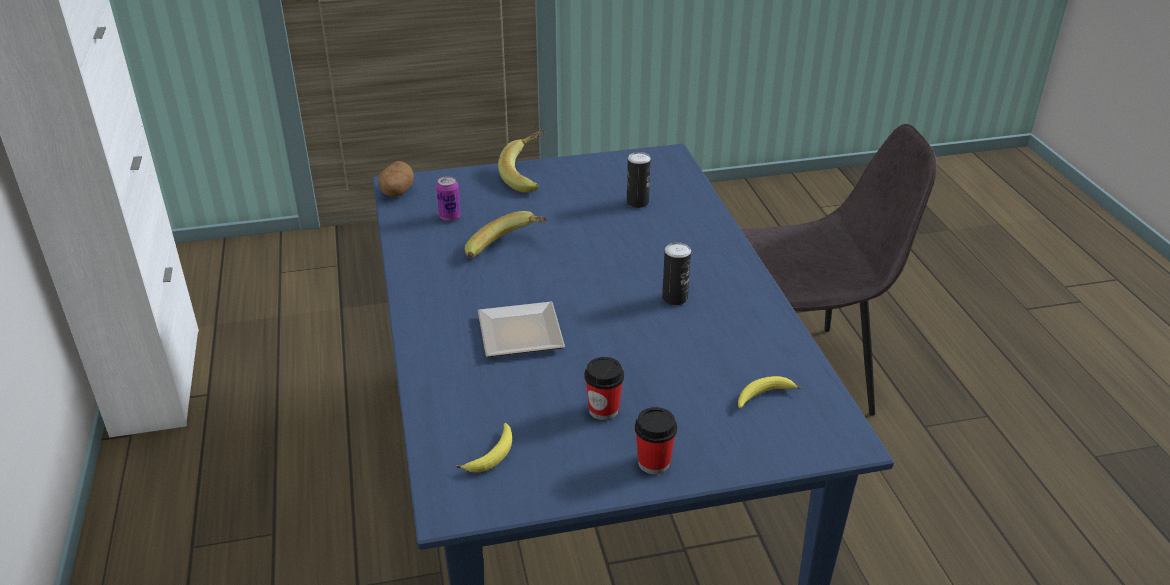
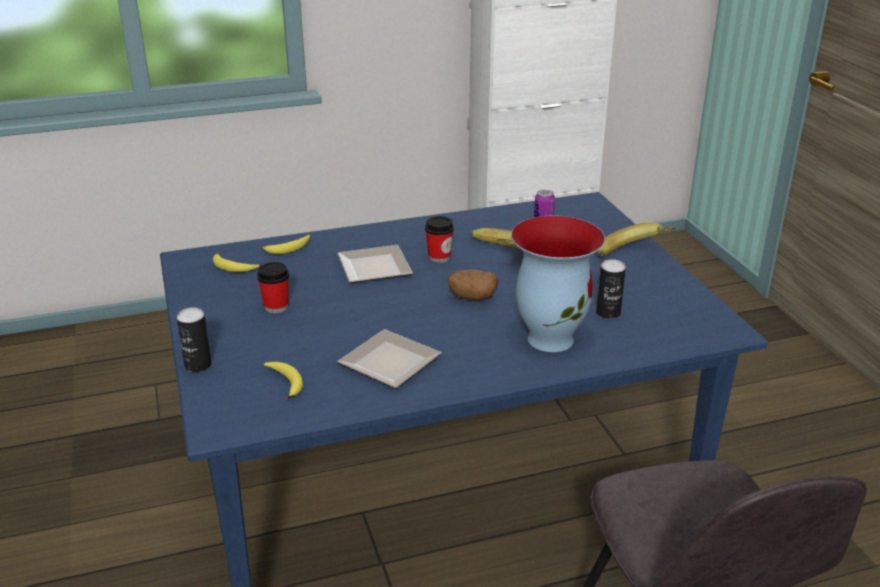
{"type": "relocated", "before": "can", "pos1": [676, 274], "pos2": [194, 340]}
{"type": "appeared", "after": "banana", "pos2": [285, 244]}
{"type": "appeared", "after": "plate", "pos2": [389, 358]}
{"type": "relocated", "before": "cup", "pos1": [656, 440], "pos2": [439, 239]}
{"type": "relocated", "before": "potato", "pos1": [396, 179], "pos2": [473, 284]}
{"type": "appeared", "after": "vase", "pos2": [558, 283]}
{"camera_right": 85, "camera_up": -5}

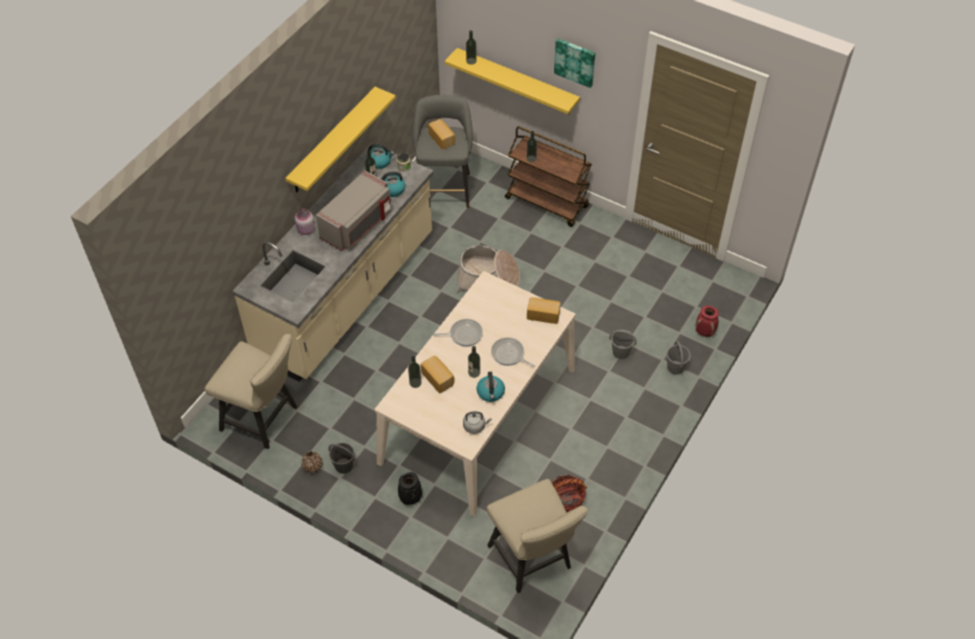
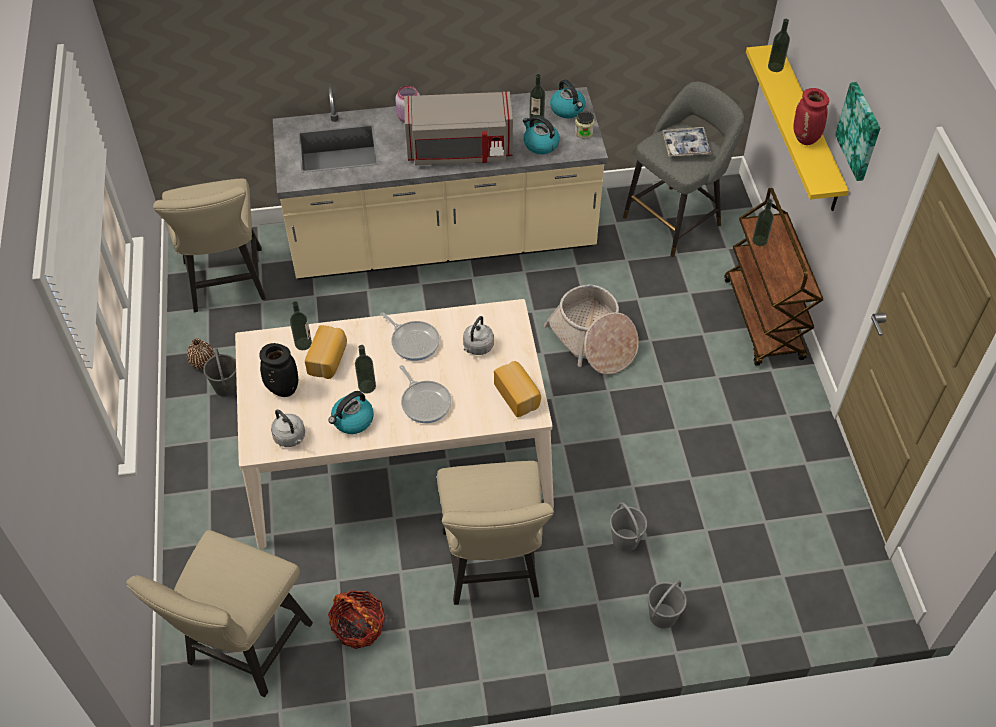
{"type": "relocated", "before": "black vase", "pos1": [410, 488], "pos2": [278, 370]}
{"type": "spun", "before": "frying pan", "pos1": [513, 352], "pos2": [425, 394], "turn": 150}
{"type": "appeared", "after": "beige chair", "pos2": [495, 533]}
{"type": "appeared", "after": "grey kettle", "pos2": [478, 335]}
{"type": "exchanged", "before": "bread", "after": "tray", "pos1": [441, 134], "pos2": [686, 142]}
{"type": "relocated", "before": "red vase", "pos1": [707, 321], "pos2": [811, 116]}
{"type": "missing", "before": "yellow shelf", "pos1": [340, 139]}
{"camera_right": 50, "camera_up": 0}

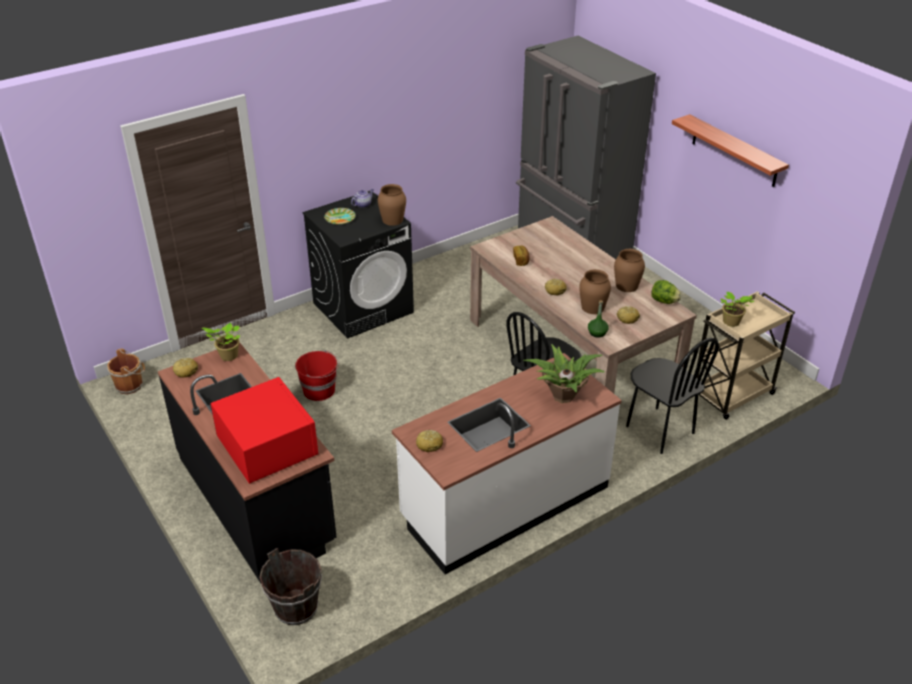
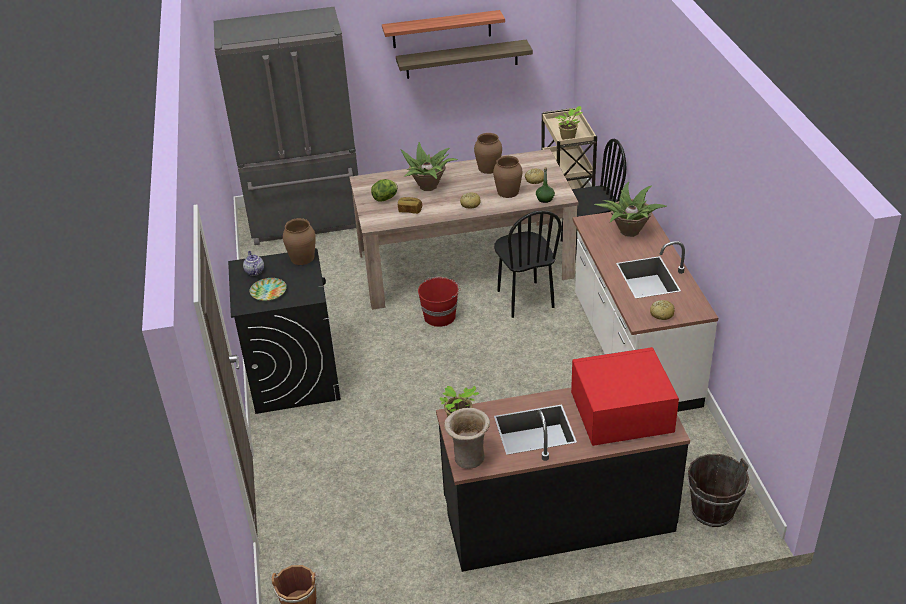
{"type": "relocated", "before": "lettuce", "pos1": [666, 292], "pos2": [384, 190]}
{"type": "appeared", "after": "shelf", "pos2": [464, 59]}
{"type": "appeared", "after": "potted plant", "pos2": [429, 166]}
{"type": "relocated", "before": "red bucket", "pos1": [317, 375], "pos2": [439, 302]}
{"type": "exchanged", "before": "bread", "after": "beige vase", "pos1": [185, 368], "pos2": [467, 438]}
{"camera_right": -65, "camera_up": 0}

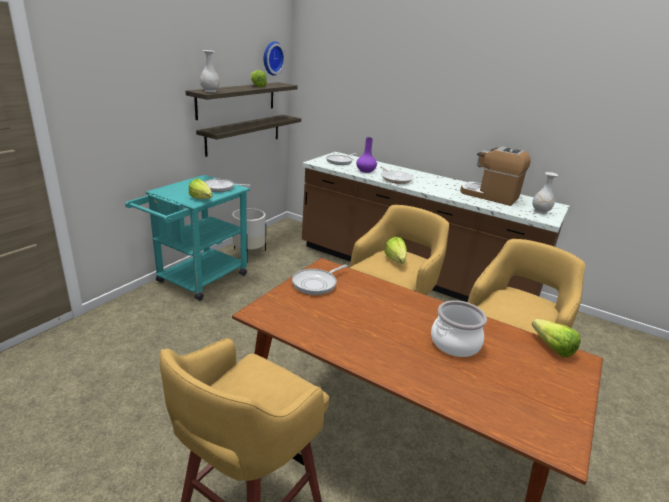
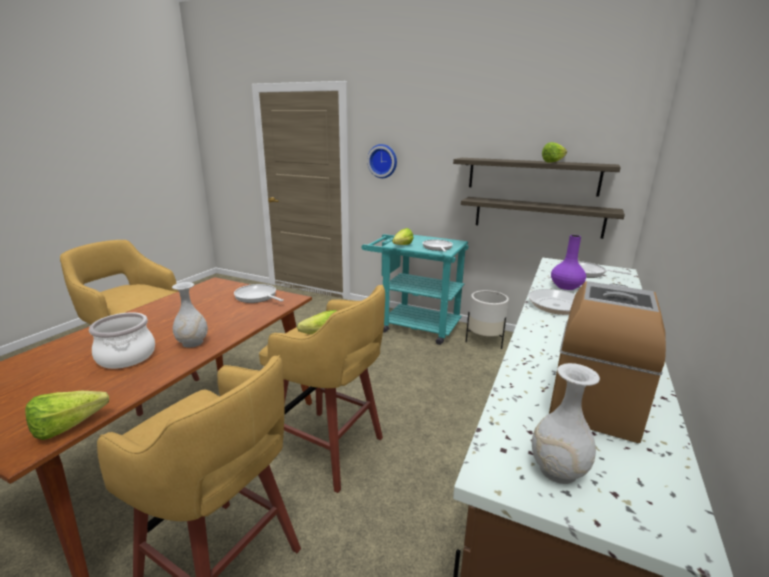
{"type": "relocated", "before": "white vase", "pos1": [210, 71], "pos2": [190, 315]}
{"type": "relocated", "before": "wall clock", "pos1": [274, 58], "pos2": [382, 161]}
{"camera_right": 85, "camera_up": -5}

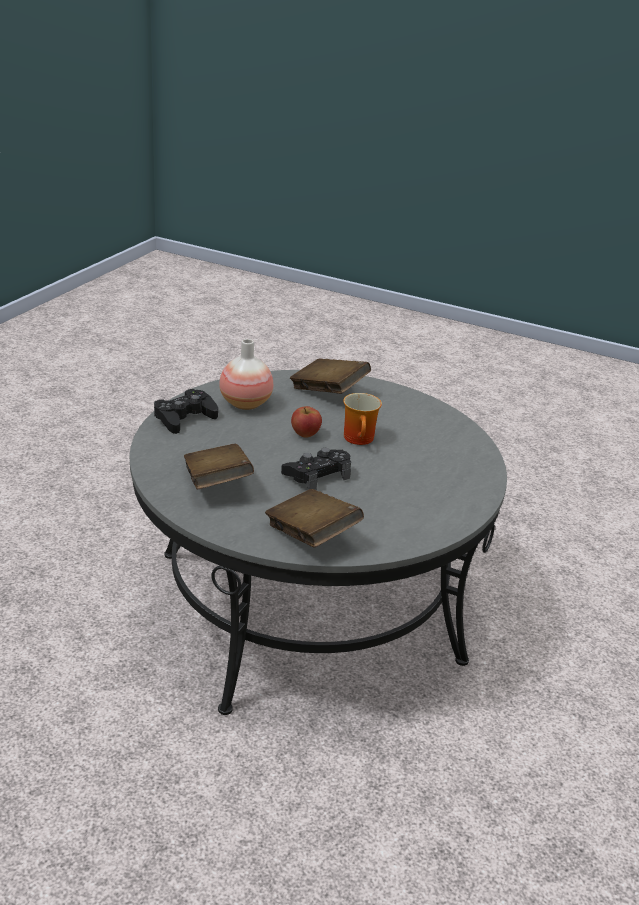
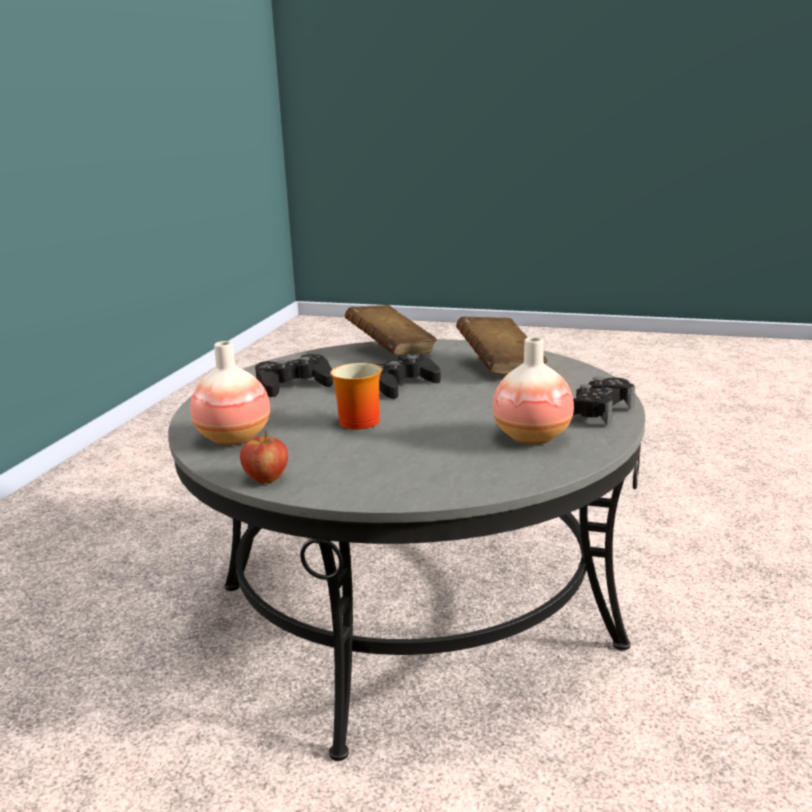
{"type": "appeared", "after": "vase", "pos2": [230, 393]}
{"type": "relocated", "before": "apple", "pos1": [306, 422], "pos2": [264, 457]}
{"type": "appeared", "after": "black game controller", "pos2": [294, 375]}
{"type": "missing", "before": "brown book", "pos1": [330, 376]}
{"camera_right": 175, "camera_up": -10}

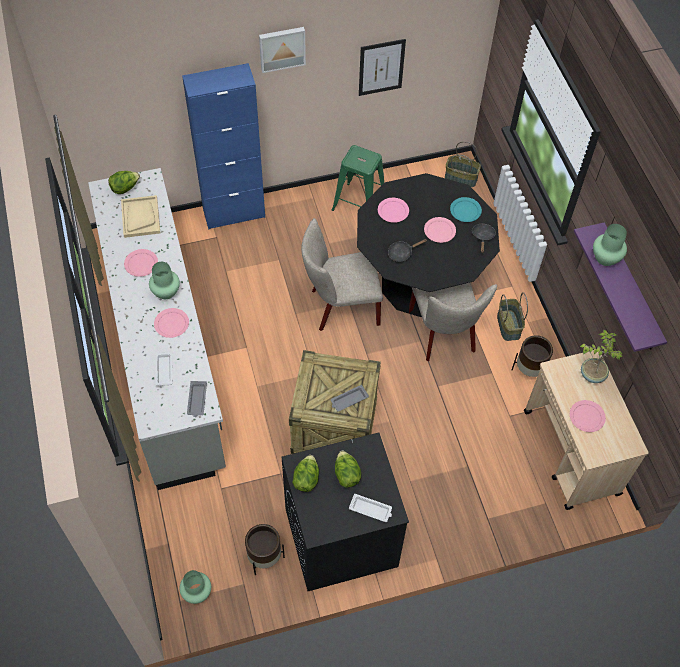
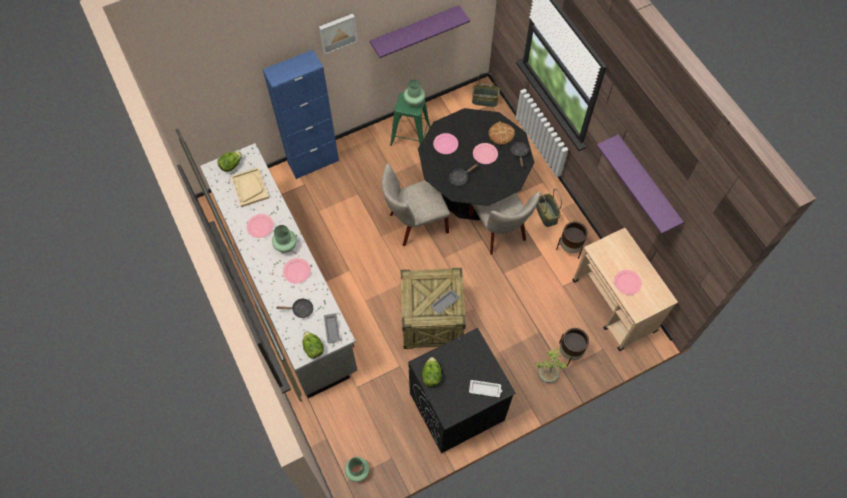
{"type": "exchanged", "before": "white tray", "after": "black frying pan", "pos1": [164, 369], "pos2": [295, 308]}
{"type": "relocated", "before": "lettuce", "pos1": [348, 469], "pos2": [313, 345]}
{"type": "exchanged", "before": "picture", "after": "purple shelf", "pos1": [382, 67], "pos2": [420, 31]}
{"type": "relocated", "before": "green vase", "pos1": [610, 245], "pos2": [414, 93]}
{"type": "exchanged", "before": "turquoise plate", "after": "bread", "pos1": [466, 209], "pos2": [501, 133]}
{"type": "relocated", "before": "potted plant", "pos1": [601, 356], "pos2": [551, 366]}
{"type": "relocated", "before": "brown planter", "pos1": [265, 549], "pos2": [574, 347]}
{"camera_right": -10, "camera_up": 5}

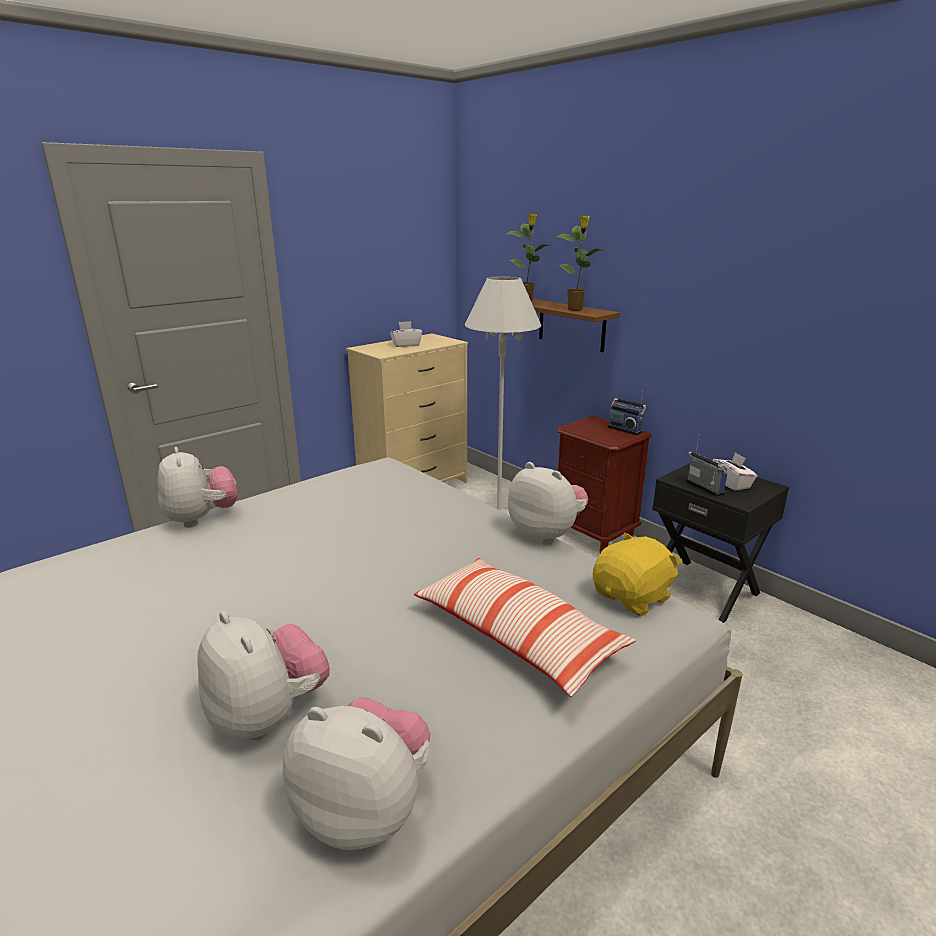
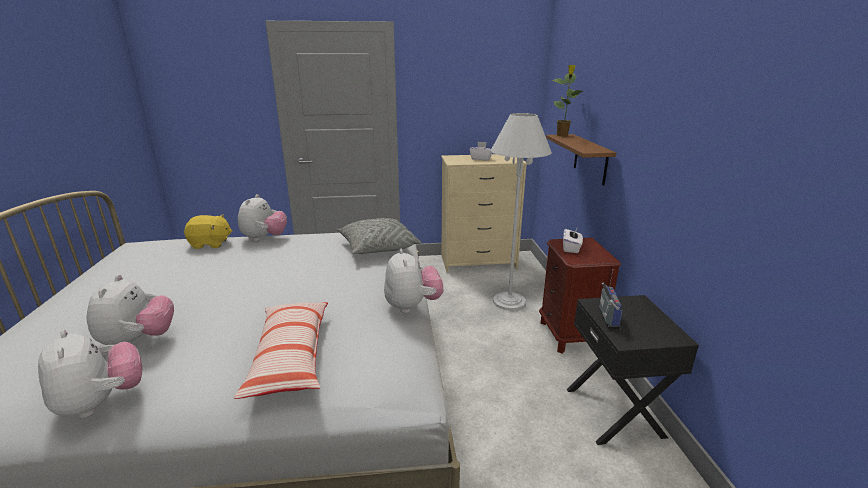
{"type": "relocated", "before": "yellow plush toy", "pos1": [638, 574], "pos2": [208, 231]}
{"type": "appeared", "after": "grey pillow", "pos2": [379, 236]}
{"type": "relocated", "before": "white tissue box", "pos1": [735, 471], "pos2": [573, 241]}
{"type": "missing", "before": "potted plant", "pos1": [579, 263]}
{"type": "missing", "before": "radio", "pos1": [627, 413]}
{"camera_right": 35, "camera_up": 0}

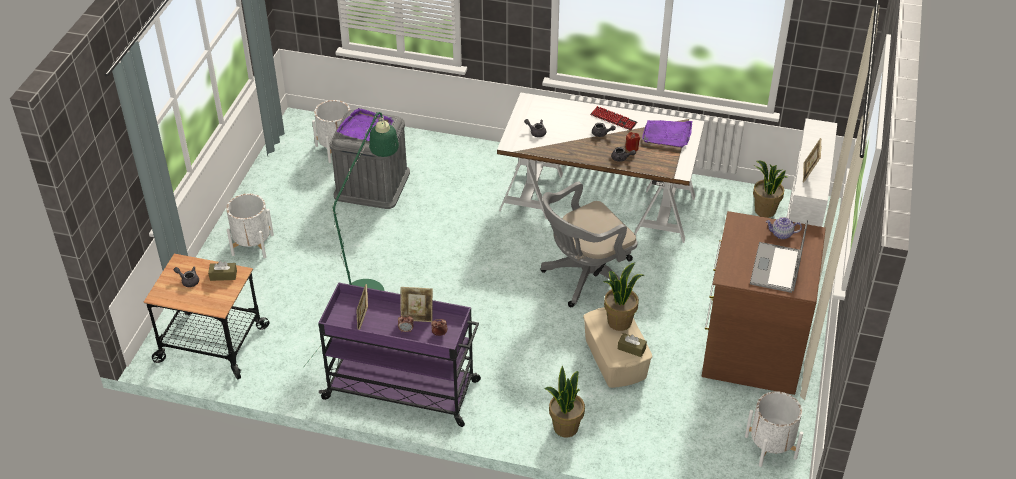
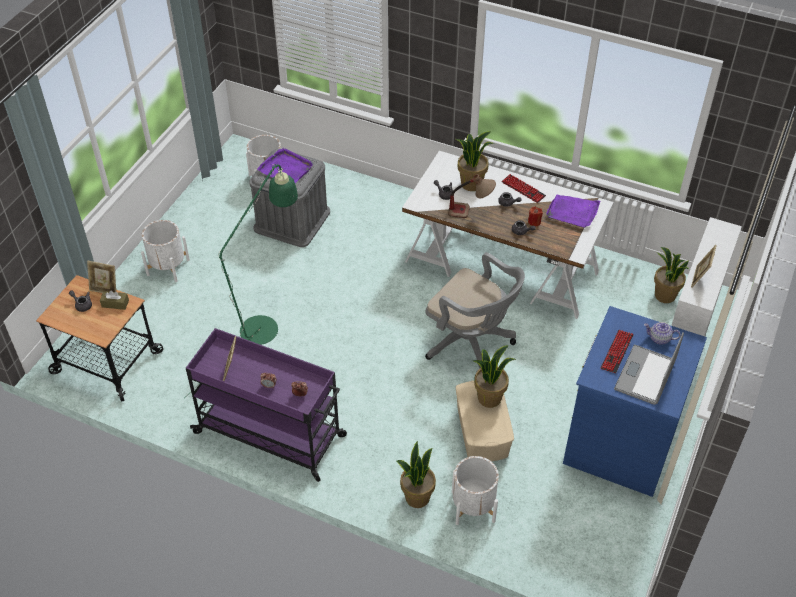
{"type": "relocated", "before": "picture frame", "pos1": [416, 304], "pos2": [101, 277]}
{"type": "spun", "before": "grey office chair", "pos1": [588, 244], "pos2": [475, 310], "turn": -120}
{"type": "appeared", "after": "table lamp", "pos2": [472, 196]}
{"type": "relocated", "before": "white planter", "pos1": [774, 429], "pos2": [475, 490]}
{"type": "appeared", "after": "potted plant", "pos2": [475, 161]}
{"type": "colour", "before": "brown dresser", "after": "blue dresser", "pos1": [763, 303], "pos2": [635, 401]}
{"type": "appeared", "after": "keyboard", "pos2": [617, 351]}
{"type": "missing", "before": "brown tissue box", "pos1": [632, 345]}
{"camera_right": 10, "camera_up": 5}

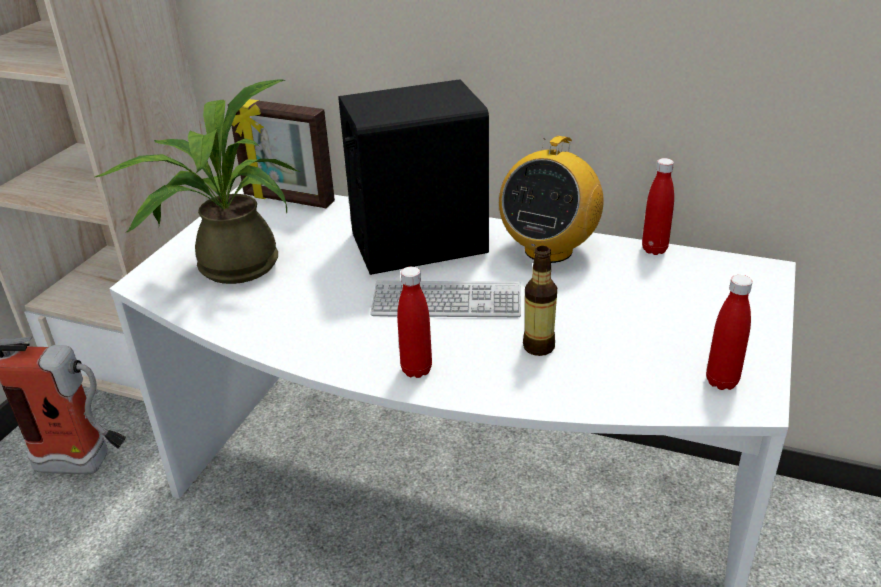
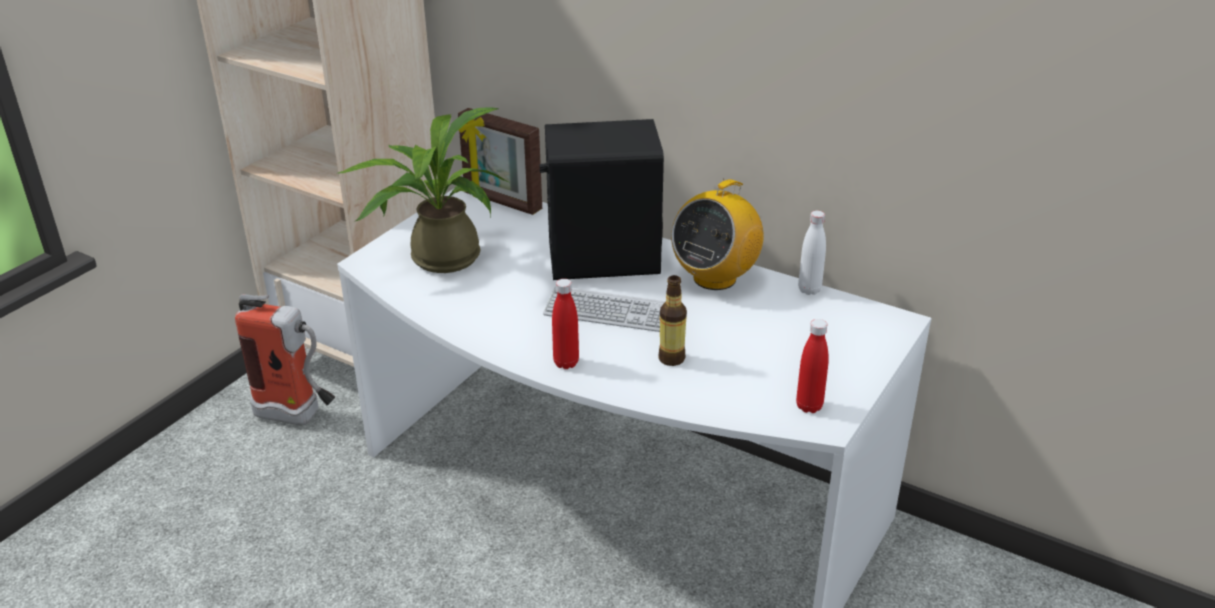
{"type": "colour", "before": "red bottle", "after": "white bottle", "pos1": [658, 206], "pos2": [812, 253]}
{"camera_right": 10, "camera_up": 0}

